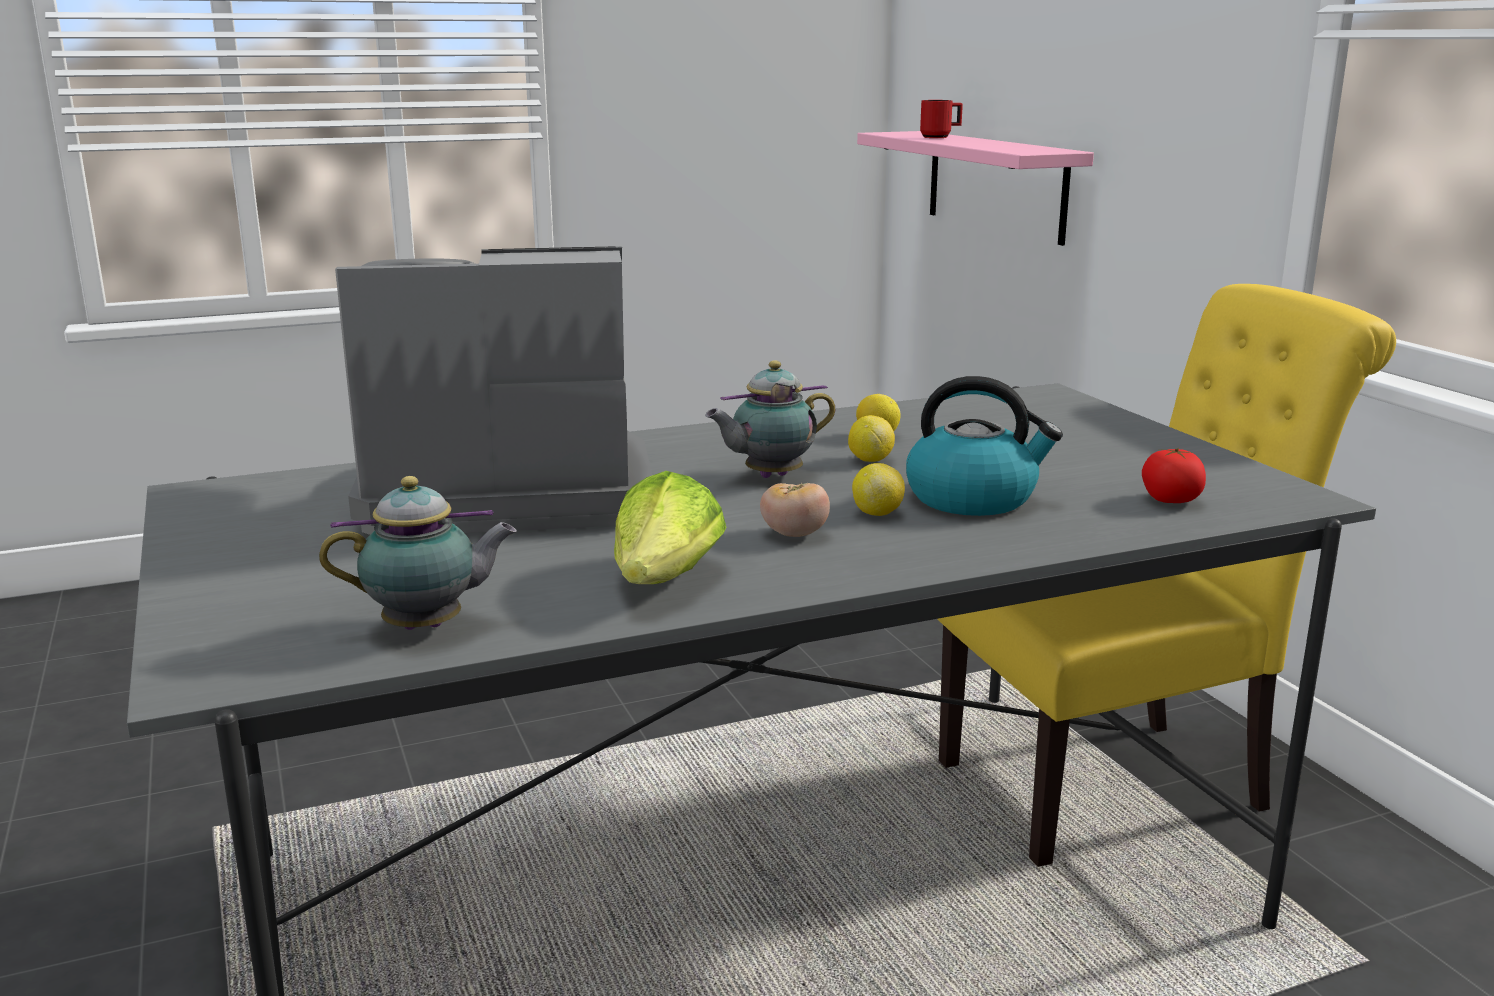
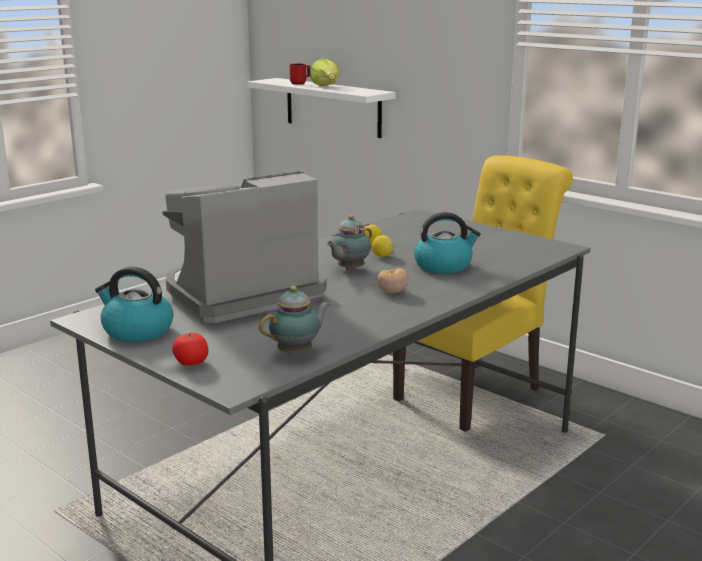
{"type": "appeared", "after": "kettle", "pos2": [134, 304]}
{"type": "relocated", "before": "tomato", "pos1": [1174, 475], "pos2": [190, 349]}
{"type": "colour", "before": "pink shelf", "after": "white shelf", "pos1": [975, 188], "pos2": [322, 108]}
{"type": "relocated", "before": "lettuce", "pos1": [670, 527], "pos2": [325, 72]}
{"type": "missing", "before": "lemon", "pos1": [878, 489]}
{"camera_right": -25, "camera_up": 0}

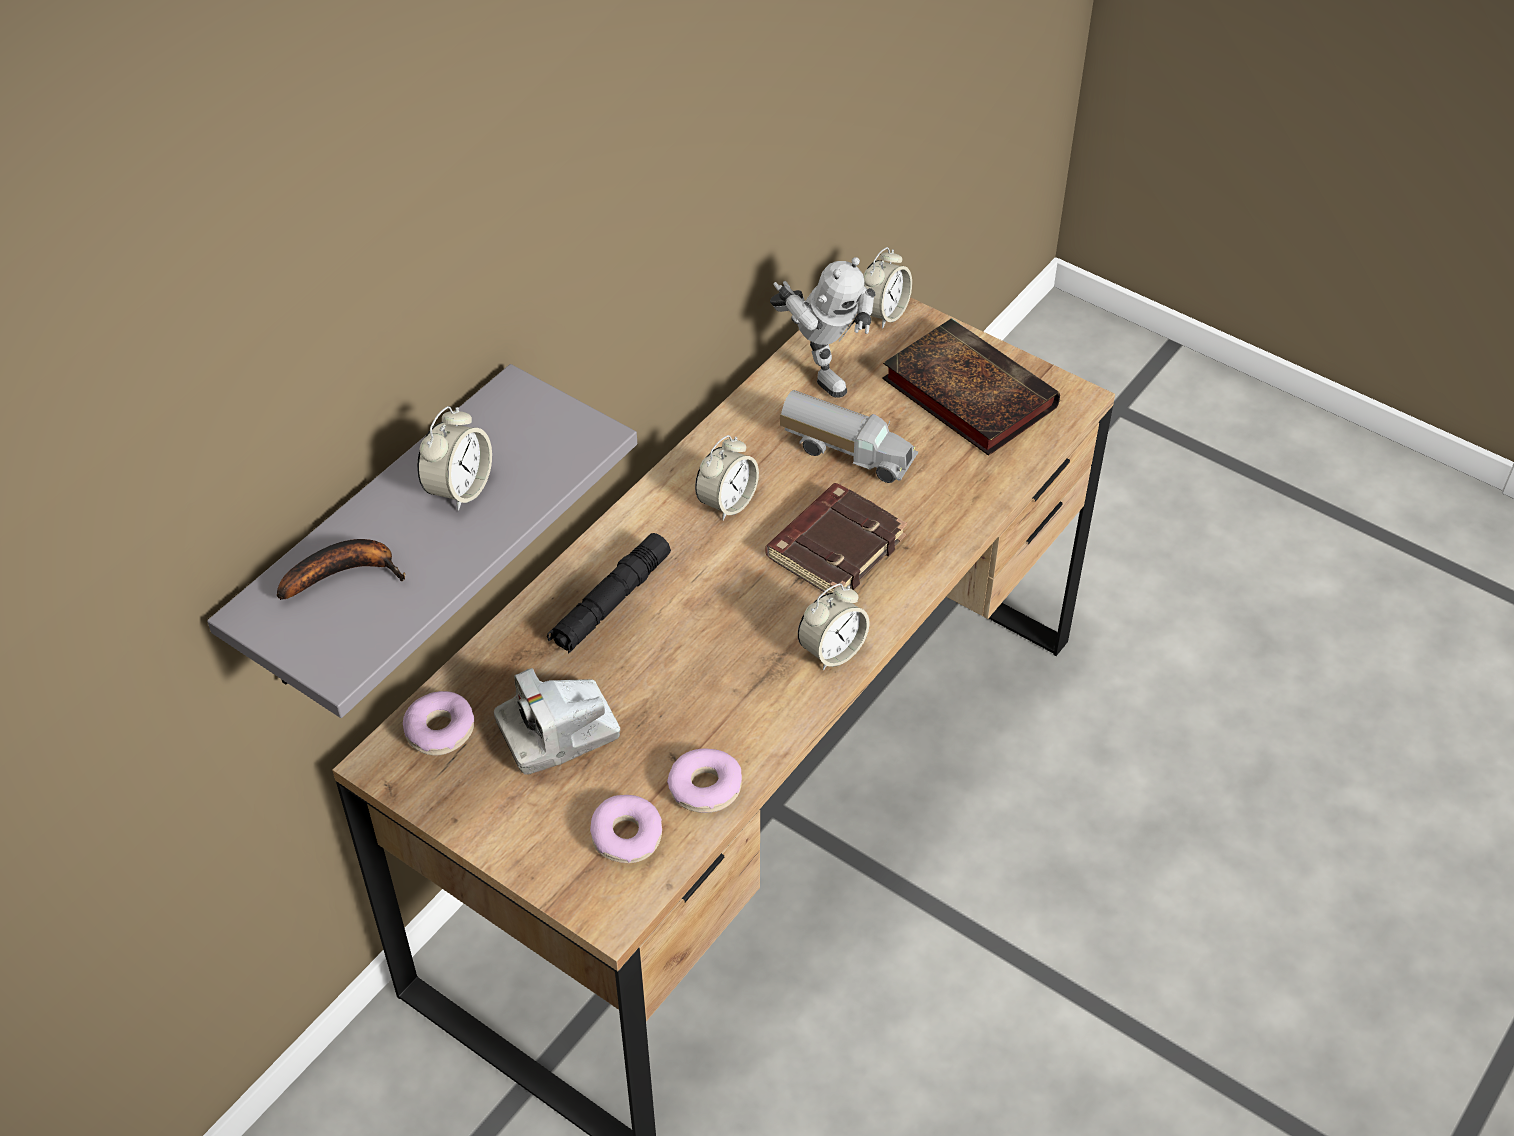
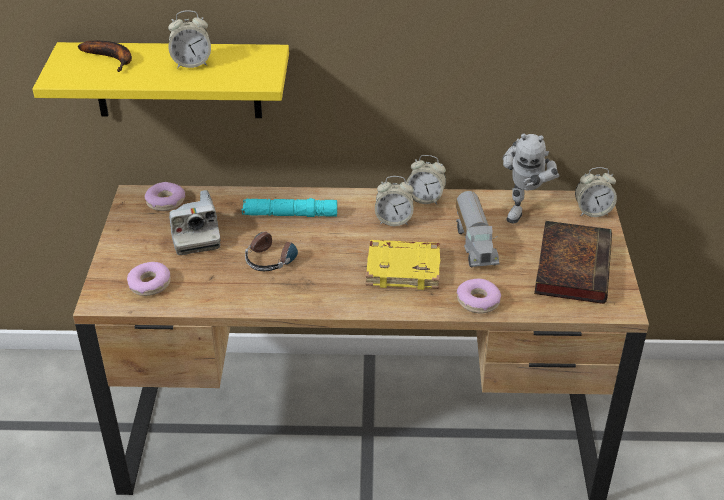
{"type": "colour", "before": "grey shelf", "after": "yellow shelf", "pos1": [422, 541], "pos2": [161, 80]}
{"type": "spun", "before": "photo camera", "pos1": [557, 721], "pos2": [194, 222], "turn": -135}
{"type": "colour", "before": "black flashlight", "after": "turquoise flashlight", "pos1": [609, 593], "pos2": [289, 207]}
{"type": "appeared", "after": "headphones", "pos2": [275, 251]}
{"type": "colour", "before": "brown book", "after": "yellow book", "pos1": [836, 538], "pos2": [403, 265]}
{"type": "relocated", "before": "alarm clock", "pos1": [833, 626], "pos2": [426, 180]}
{"type": "relocated", "before": "donut", "pos1": [704, 780], "pos2": [479, 296]}
{"camera_right": 55, "camera_up": -10}

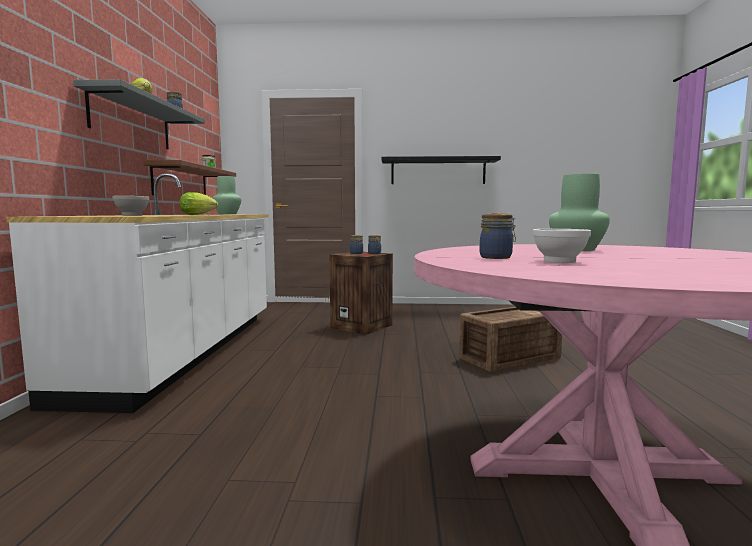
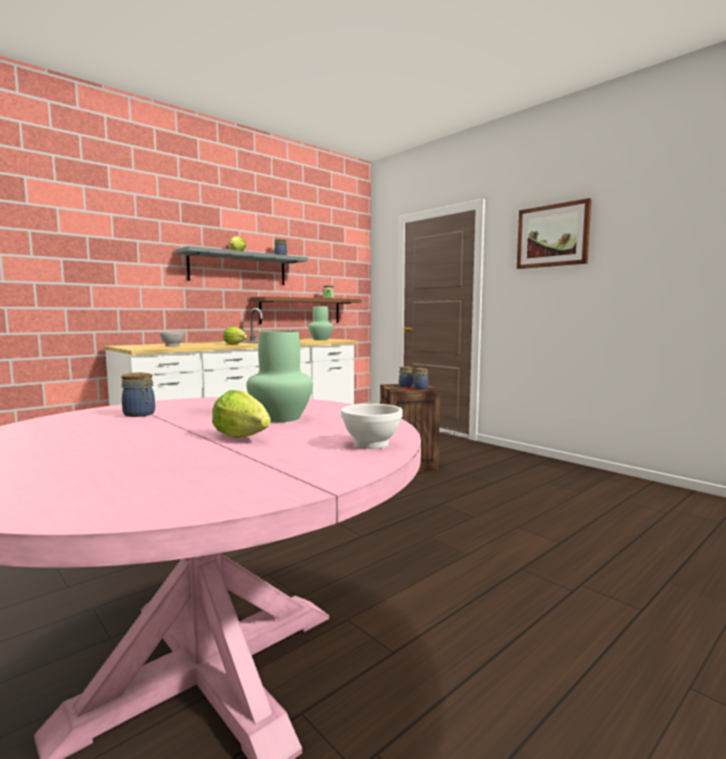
{"type": "appeared", "after": "lettuce", "pos2": [241, 414]}
{"type": "relocated", "before": "white bowl", "pos1": [561, 246], "pos2": [372, 426]}
{"type": "appeared", "after": "picture", "pos2": [554, 233]}
{"type": "missing", "before": "black shelf", "pos1": [441, 170]}
{"type": "missing", "before": "crate", "pos1": [510, 339]}
{"camera_right": 45, "camera_up": 0}

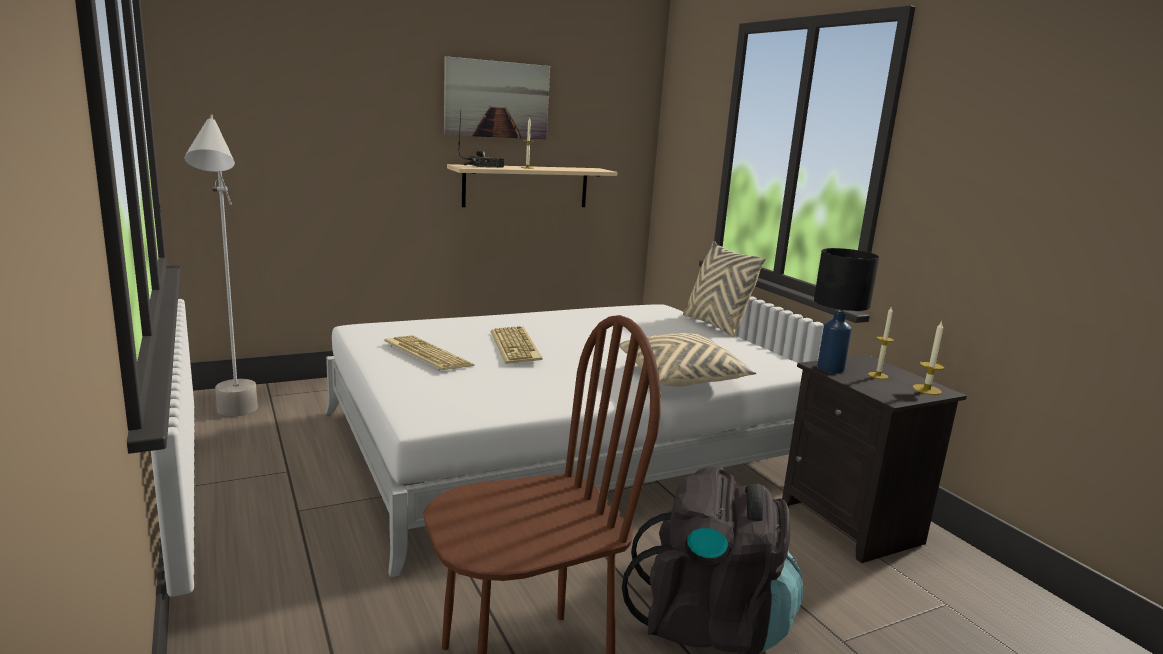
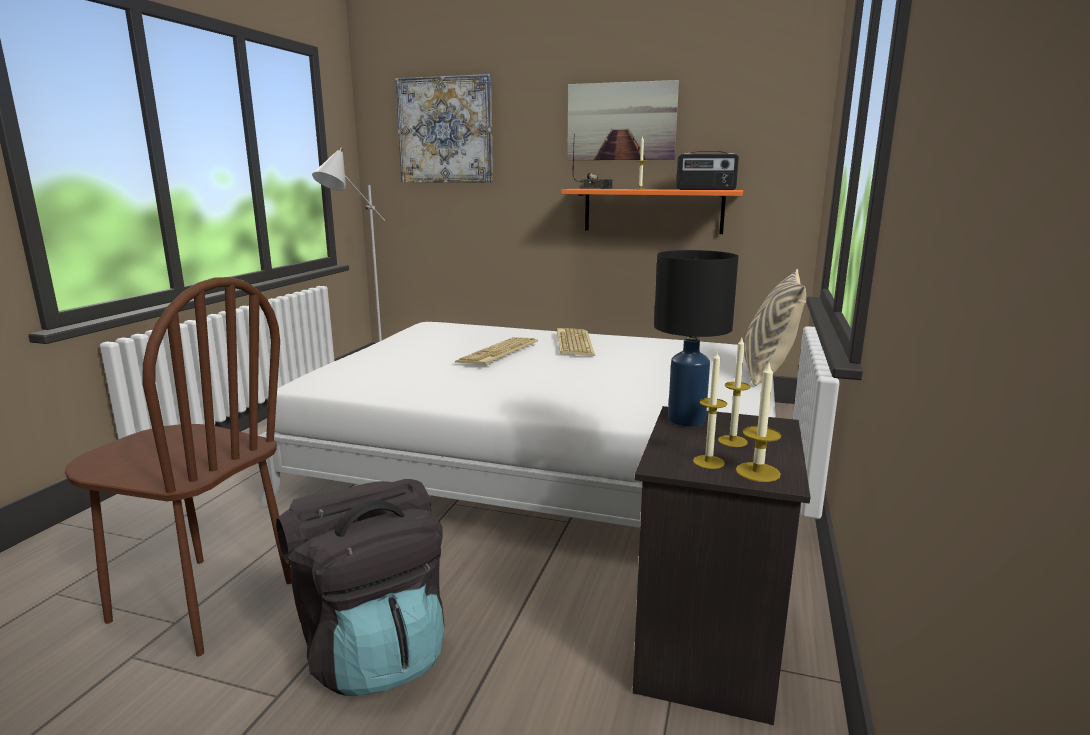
{"type": "appeared", "after": "picture", "pos2": [444, 128]}
{"type": "relocated", "before": "keyboard", "pos1": [429, 353], "pos2": [576, 342]}
{"type": "colour", "before": "beige shelf", "after": "orange shelf", "pos1": [532, 185], "pos2": [652, 211]}
{"type": "appeared", "after": "radio", "pos2": [707, 170]}
{"type": "appeared", "after": "candle", "pos2": [710, 409]}
{"type": "missing", "before": "beige pillow", "pos1": [687, 360]}
{"camera_right": 45, "camera_up": 0}

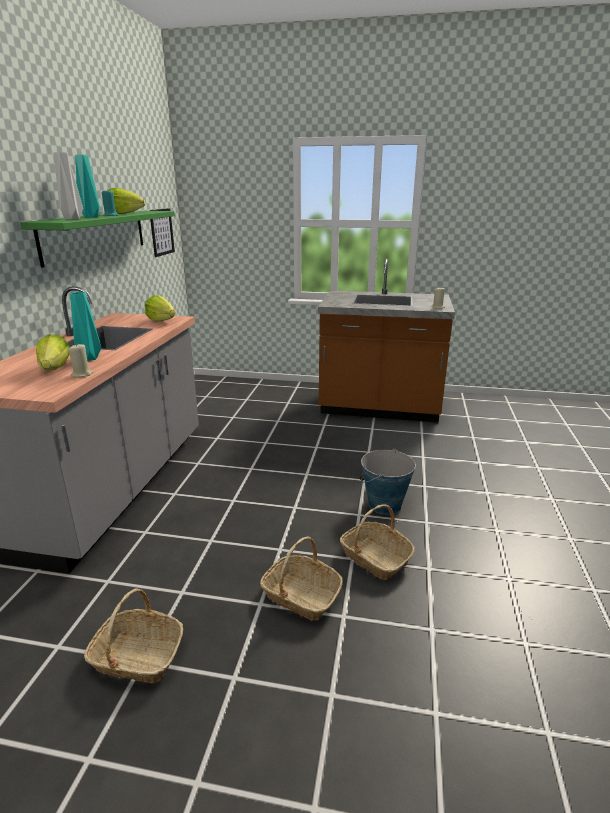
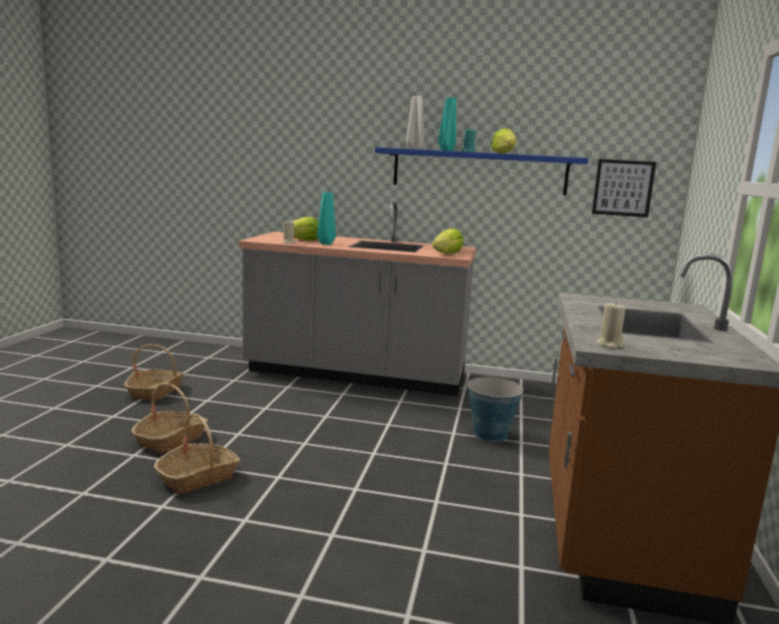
{"type": "colour", "before": "green shelf", "after": "blue shelf", "pos1": [97, 239], "pos2": [482, 171]}
{"type": "relocated", "before": "bucket", "pos1": [388, 482], "pos2": [496, 409]}
{"camera_right": 90, "camera_up": -10}

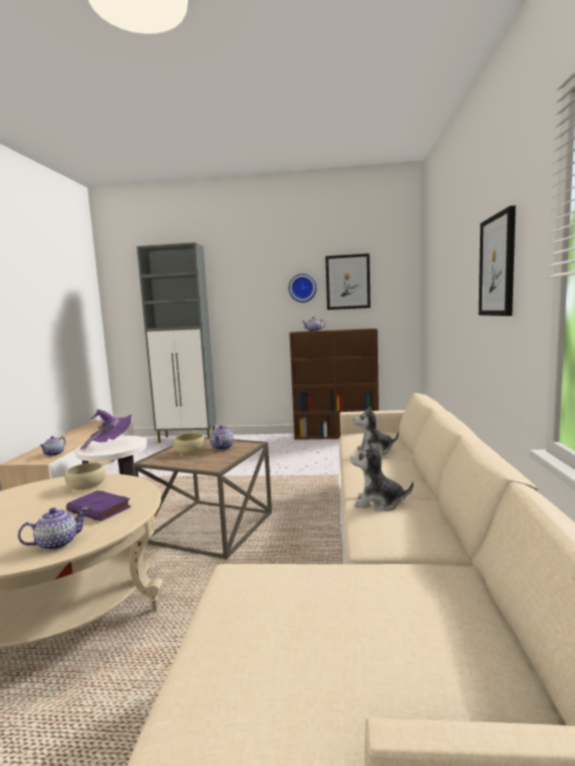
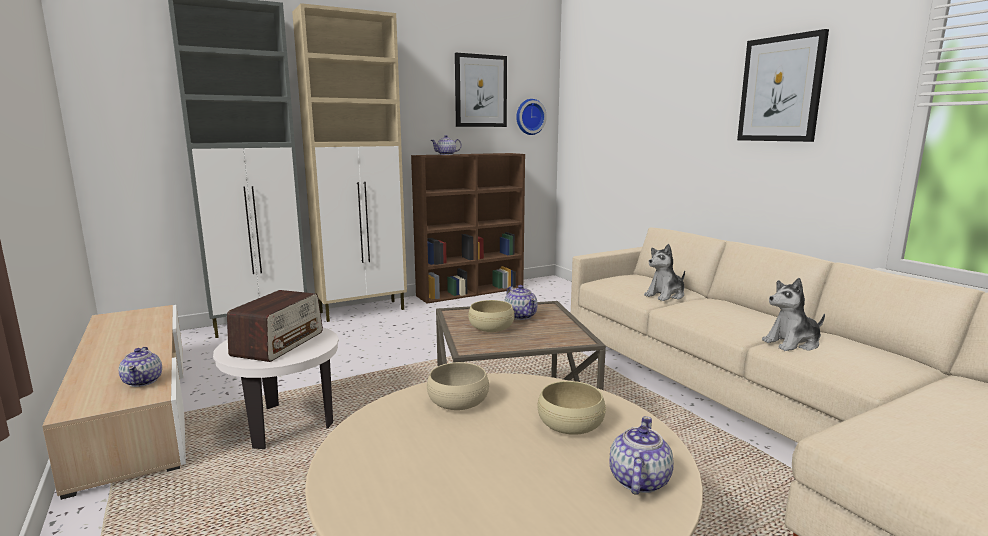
{"type": "exchanged", "before": "purple hat", "after": "radio", "pos1": [106, 430], "pos2": [275, 326]}
{"type": "appeared", "after": "beige cabinet", "pos2": [349, 162]}
{"type": "relocated", "before": "wall clock", "pos1": [303, 288], "pos2": [531, 117]}
{"type": "exchanged", "before": "purple book", "after": "beige bowl", "pos1": [98, 505], "pos2": [571, 408]}
{"camera_right": -35, "camera_up": 5}

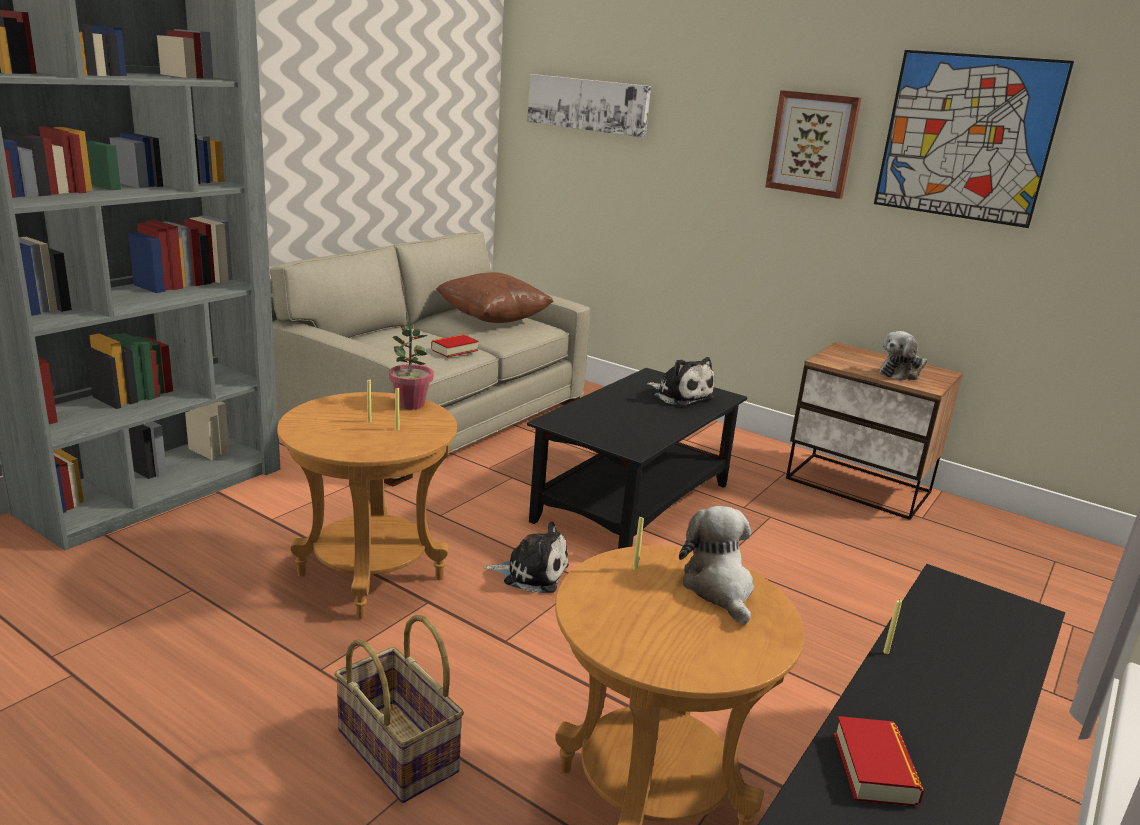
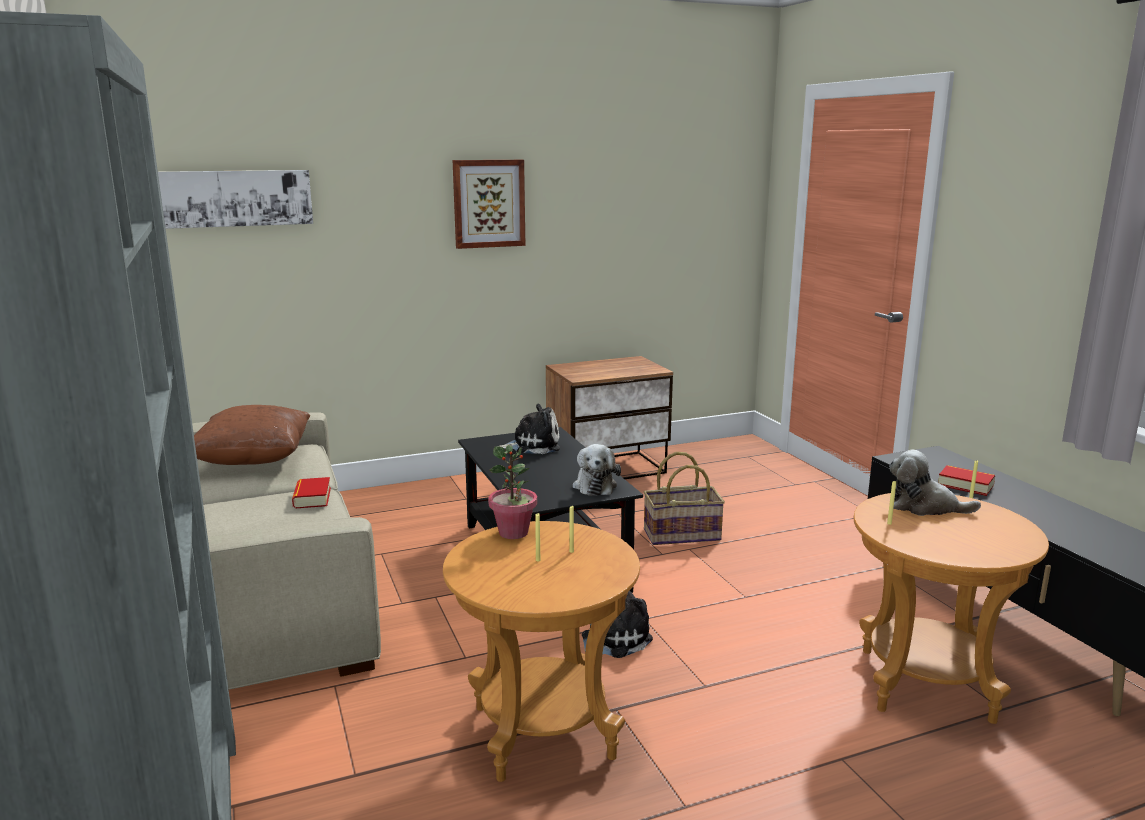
{"type": "relocated", "before": "plush toy", "pos1": [903, 356], "pos2": [596, 470]}
{"type": "relocated", "before": "basket", "pos1": [399, 709], "pos2": [684, 498]}
{"type": "relocated", "before": "book", "pos1": [879, 761], "pos2": [966, 480]}
{"type": "missing", "before": "picture", "pos1": [974, 139]}
{"camera_right": -55, "camera_up": -5}

